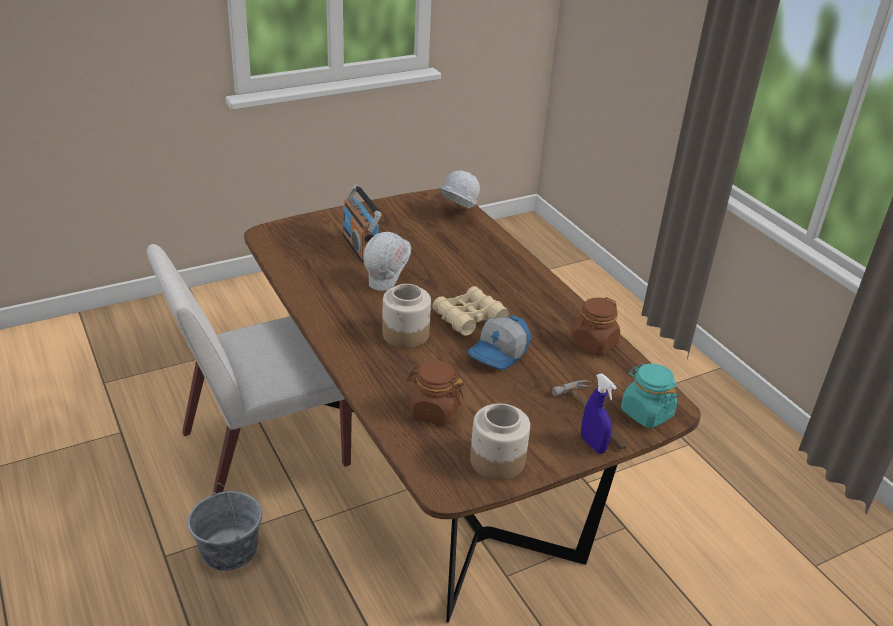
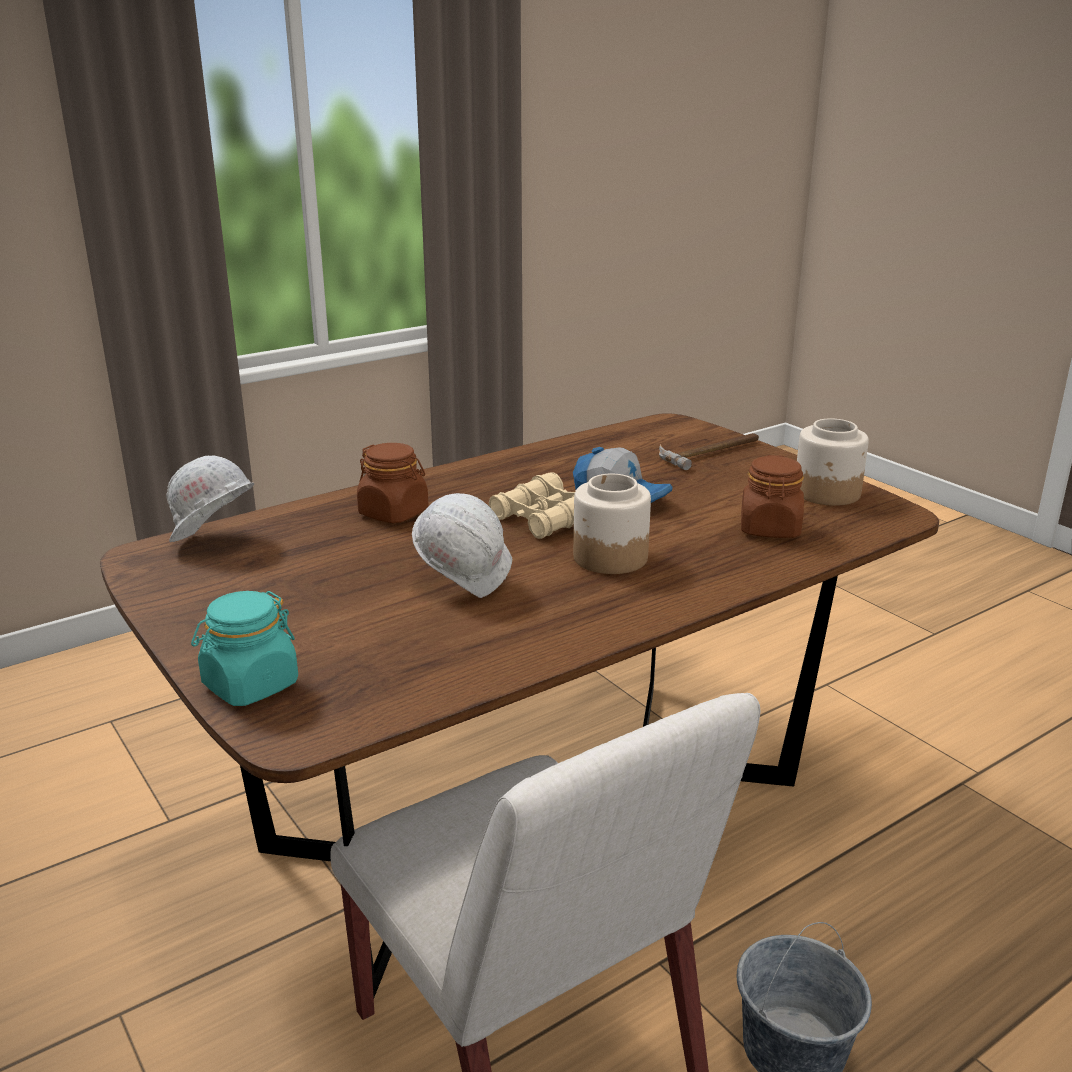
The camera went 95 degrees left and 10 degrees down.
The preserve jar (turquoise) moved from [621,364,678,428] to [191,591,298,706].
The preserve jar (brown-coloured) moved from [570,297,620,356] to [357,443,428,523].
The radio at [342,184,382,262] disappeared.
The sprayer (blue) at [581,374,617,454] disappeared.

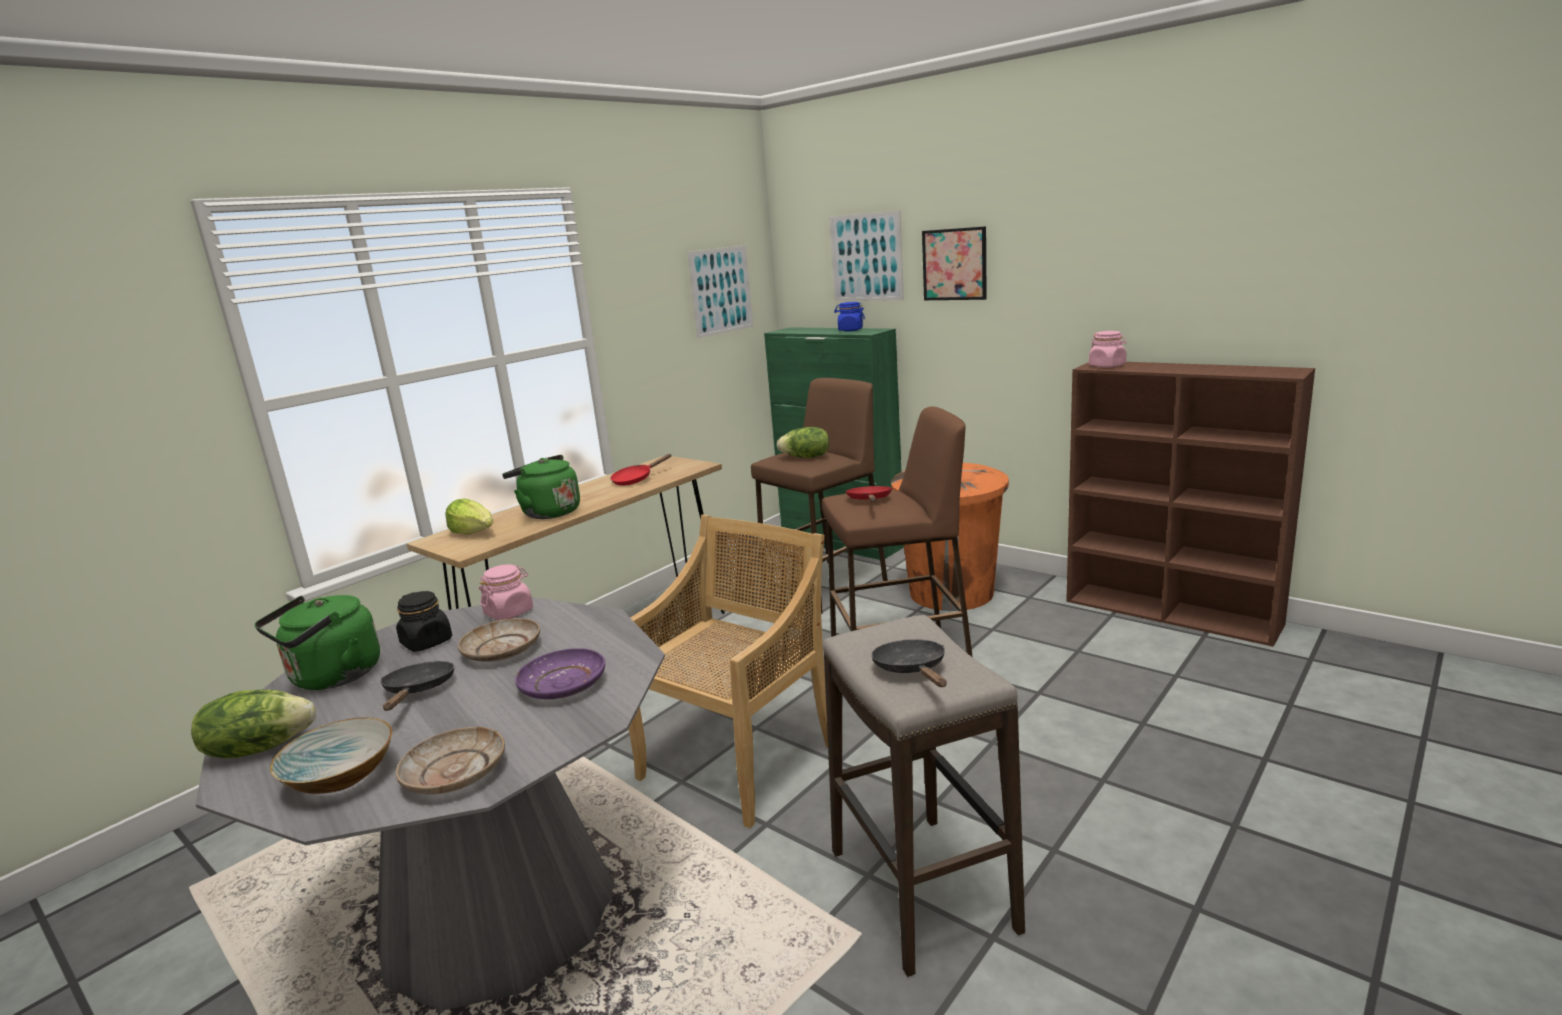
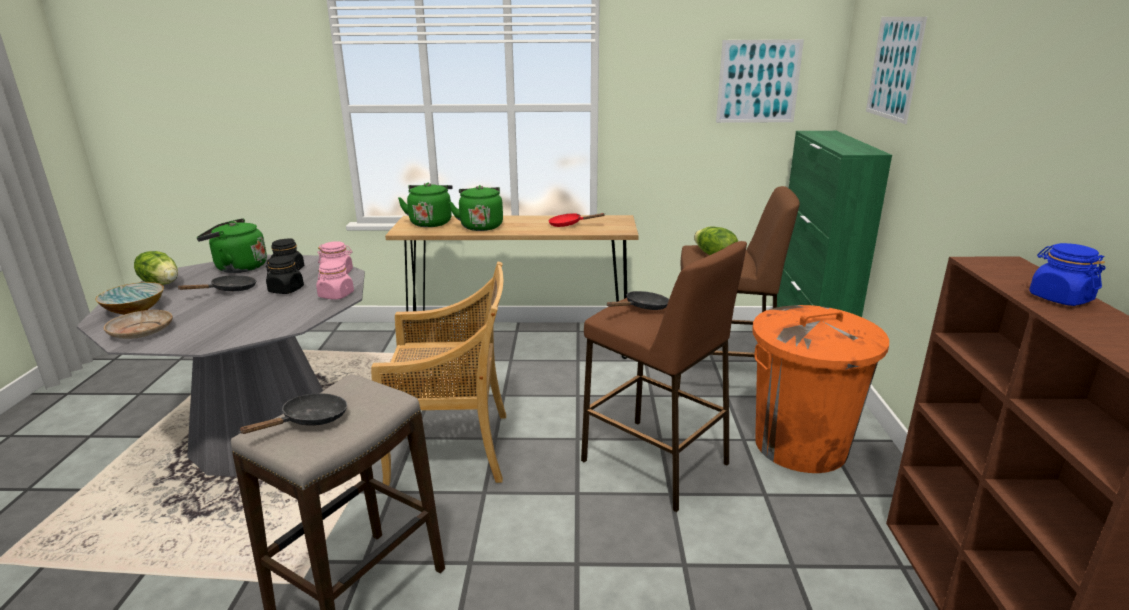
The camera went 50 degrees right and 5 degrees up.
The flat dish (beige-coloured) at [458,618,540,662] was replaced by the preserve jar (black-coloured) at [266,256,304,294].
The preserve jar (pink) moved from [1089,331,1126,368] to [316,260,354,300].
The lettuce head at [445,499,493,534] was replaced by the kettle (green) at [398,183,453,227].
The frying pan (red-coloured) at [845,486,892,502] became the frying pan (black-coloured) at [606,291,669,310].
The preserve jar (blue) moved from [834,302,865,331] to [1029,243,1106,306].
The flat dish (purple) at [515,648,605,699] disappeared.
The picture at [922,226,987,300] disappeared.

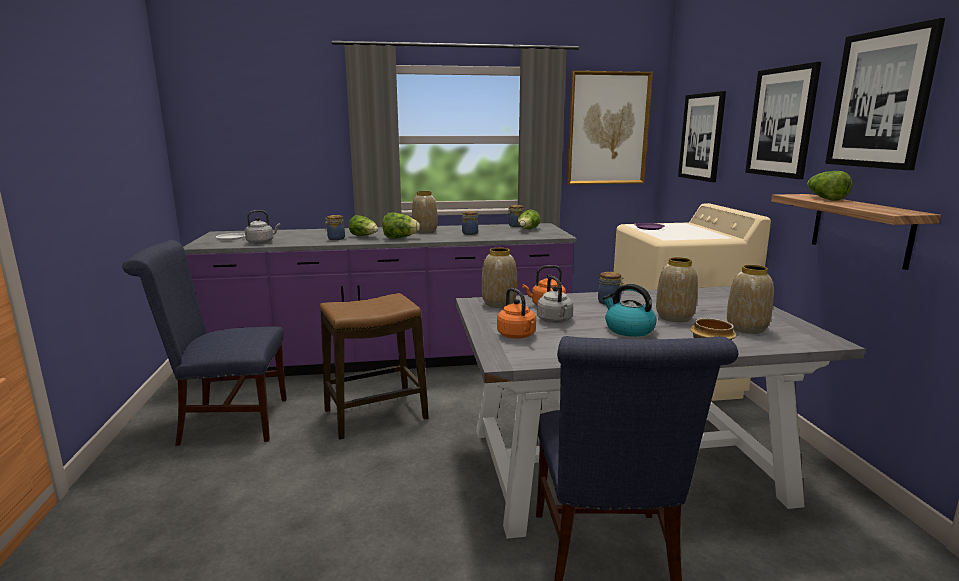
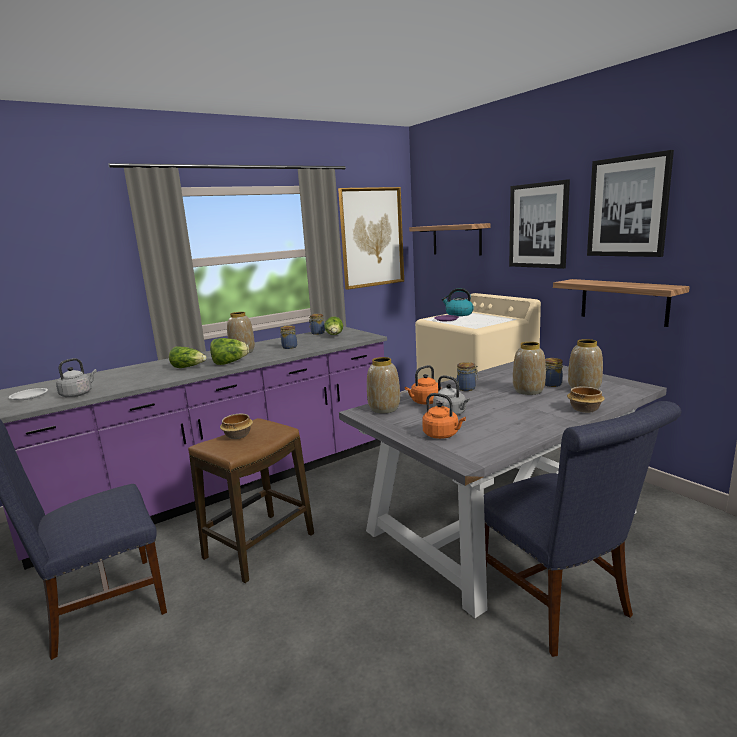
The camera went 25 degrees left and 0 degrees up.
The serving bowl at [220,414,253,439] appeared.
The picture at [678,91,726,182] was replaced by the bracket shelf at [409,223,491,255].
The kettle moved from [603,284,657,337] to [441,288,474,316].
The preserve jar moved from [325,215,345,240] to [545,358,563,387].
The lettuce head at [807,171,852,201] disappeared.

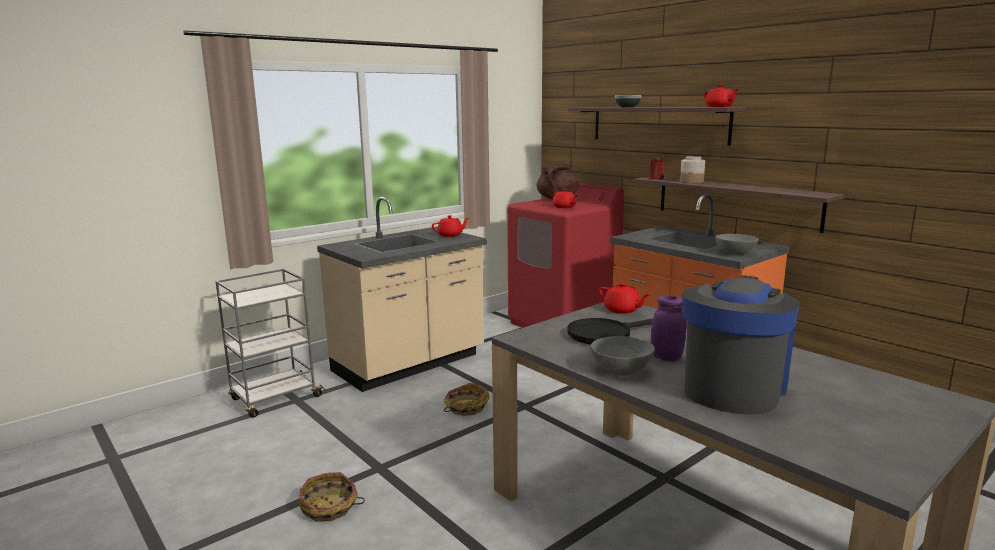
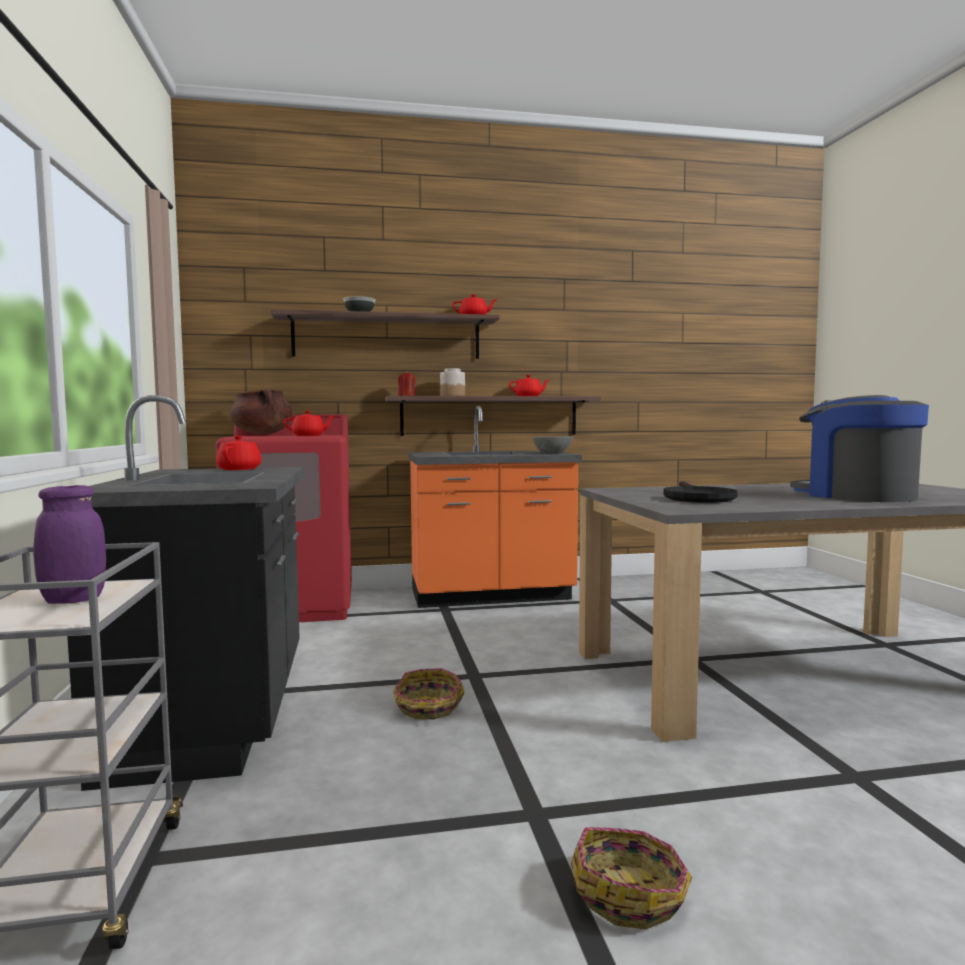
The camera went 60 degrees left and 10 degrees down.
The preserve jar (purple) moved from [651,295,687,361] to [33,485,106,604].
The kitchen base unit (beige-coloured) at [317,197,487,392] became the kitchen base unit (black-coloured) at [67,395,304,791].
The tea pot (red-coloured) moved from [599,283,650,314] to [509,375,549,396].
The serving bowl (grey) at [591,336,655,376] disappeared.

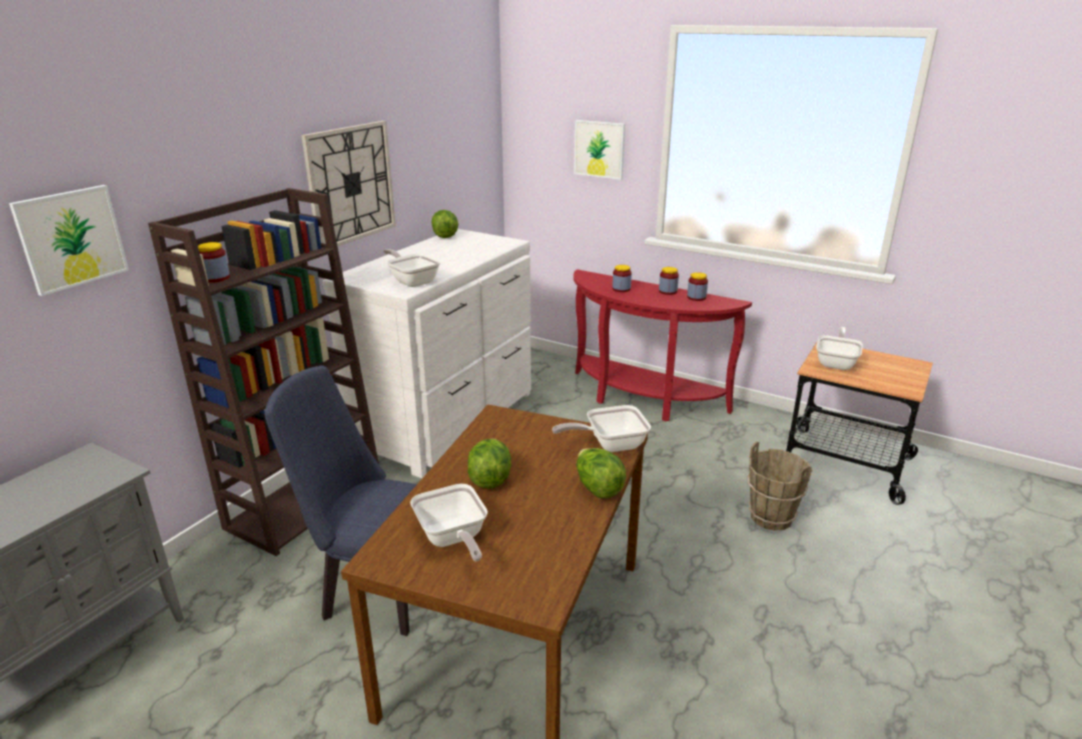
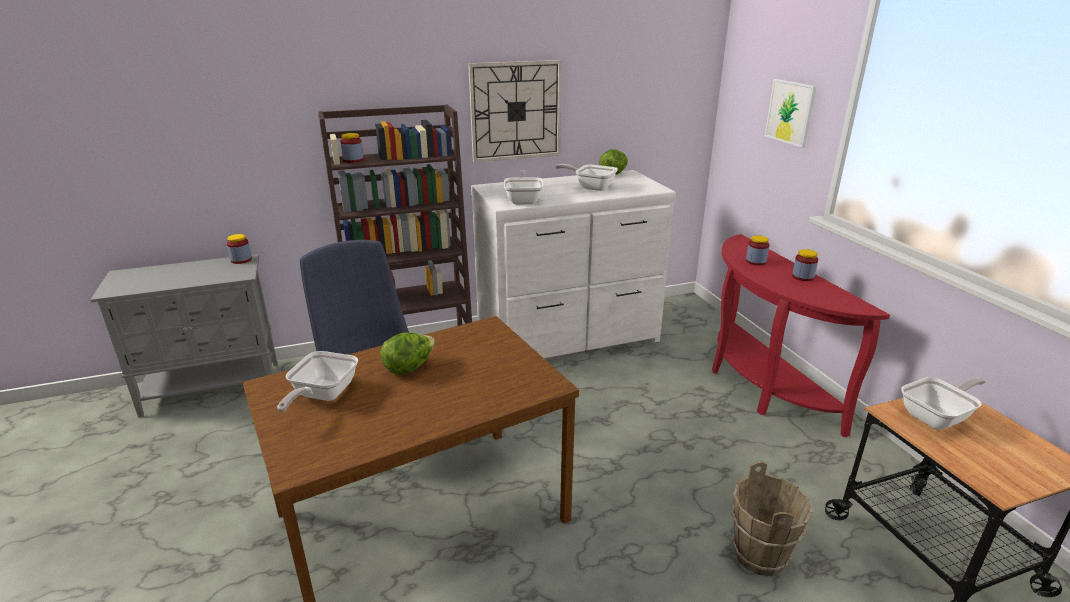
The camera went 40 degrees right and 0 degrees up.
The preserve jar moved from [687,272,708,301] to [227,234,252,264].
The frying pan moved from [552,405,651,452] to [555,164,618,191].
The picture at [9,185,129,296] disappeared.
The lettuce head at [576,448,626,498] disappeared.

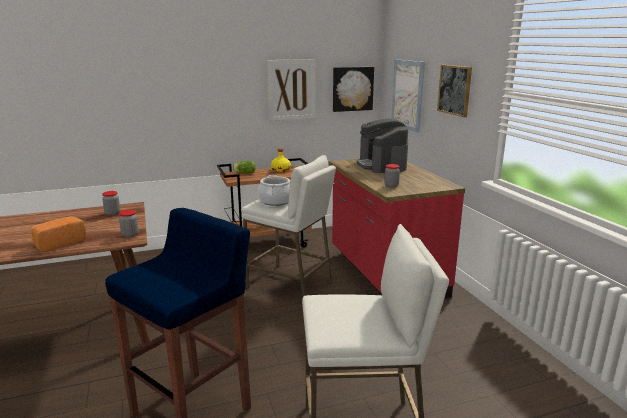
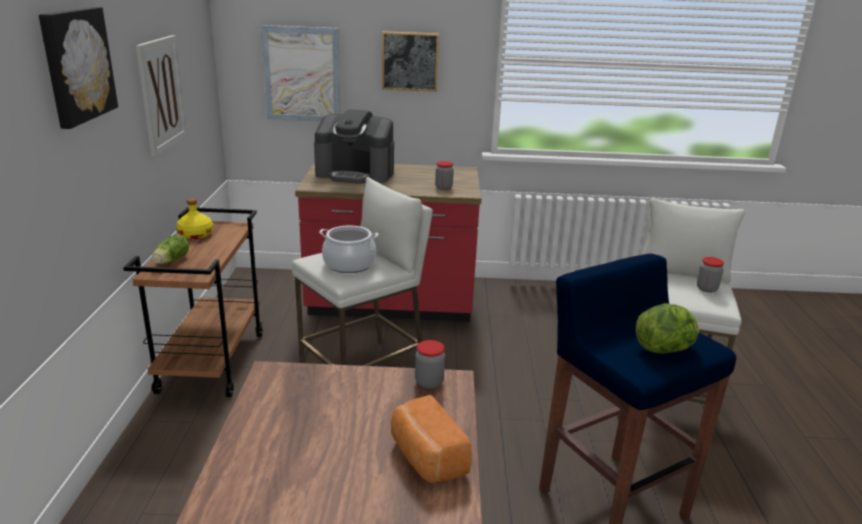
The camera went 70 degrees left and 5 degrees up.
The picture moved from [333,67,374,112] to [39,7,118,129].
The lettuce head at [636,303,699,354] appeared.
The preserve jar moved from [102,191,120,215] to [697,257,724,292].

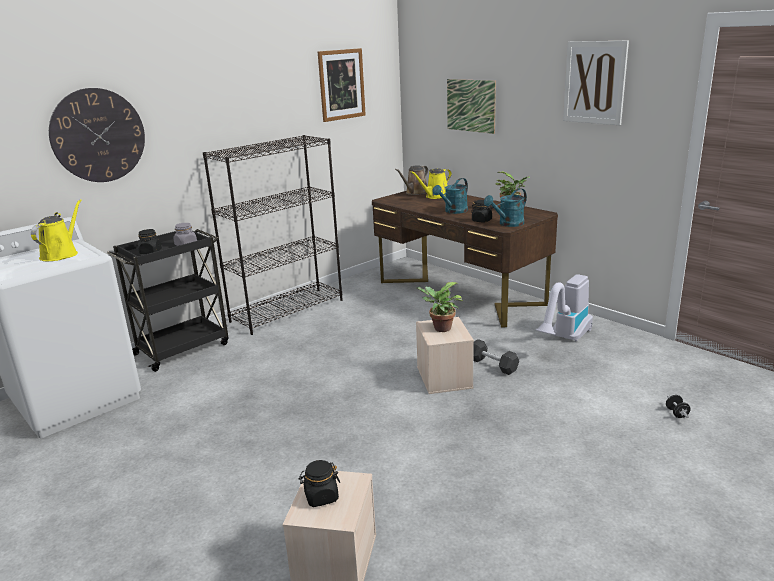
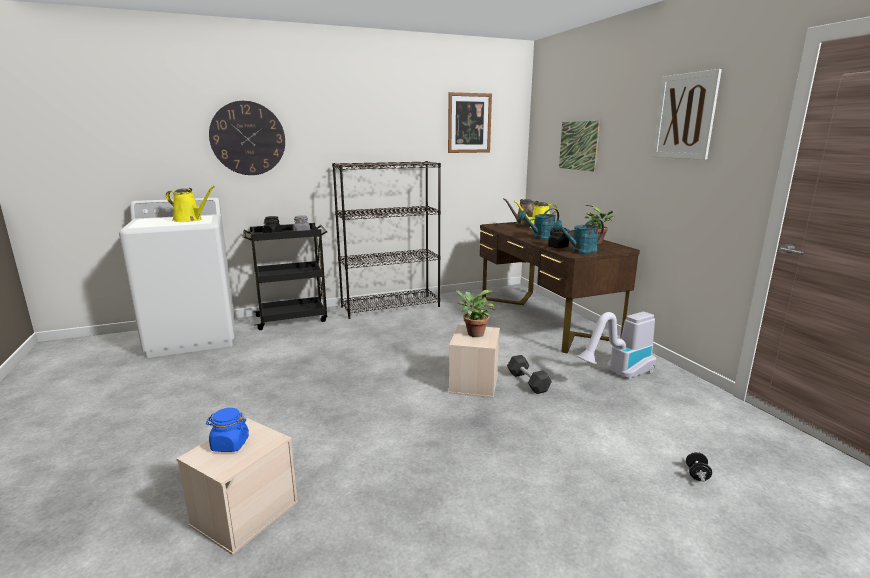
The camera went 20 degrees right and 5 degrees down.
The sprinkling can (yellow-coloured) at [31,199,82,261] turned 75 degrees clockwise.
The preserve jar (black-coloured) at [299,460,340,507] became the preserve jar (blue) at [206,408,249,452].

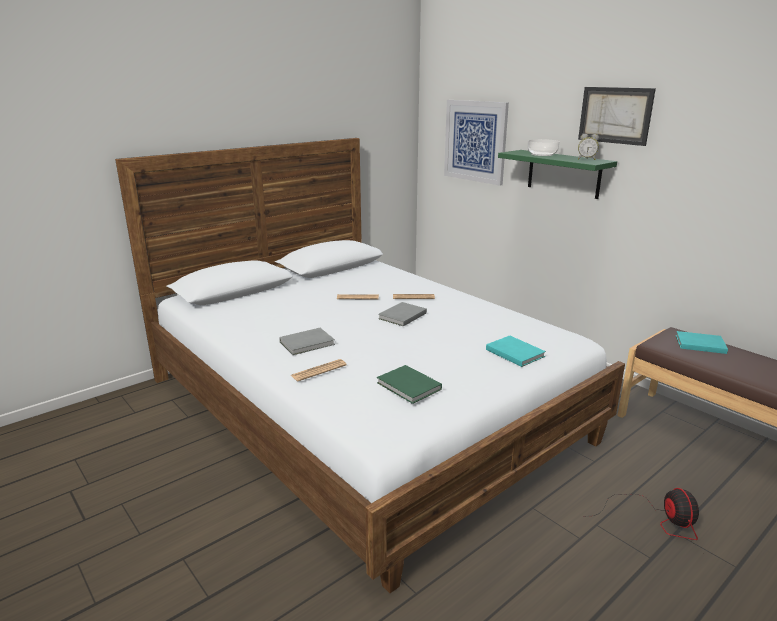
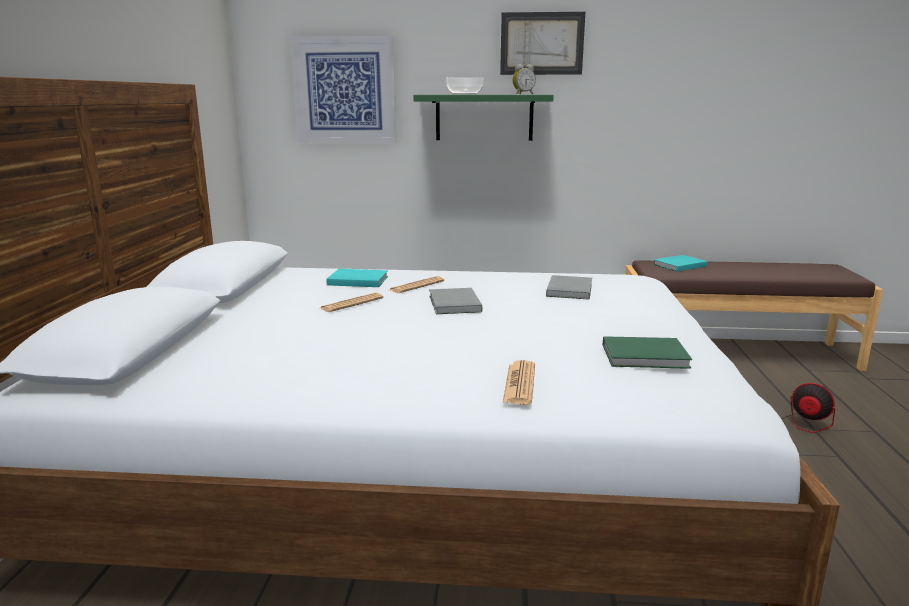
The camera went 45 degrees left and 5 degrees down.
The volume (turquoise) moved from [486,336,546,367] to [326,269,388,287].
The volume (grey) moved from [279,328,335,355] to [546,275,592,300].

